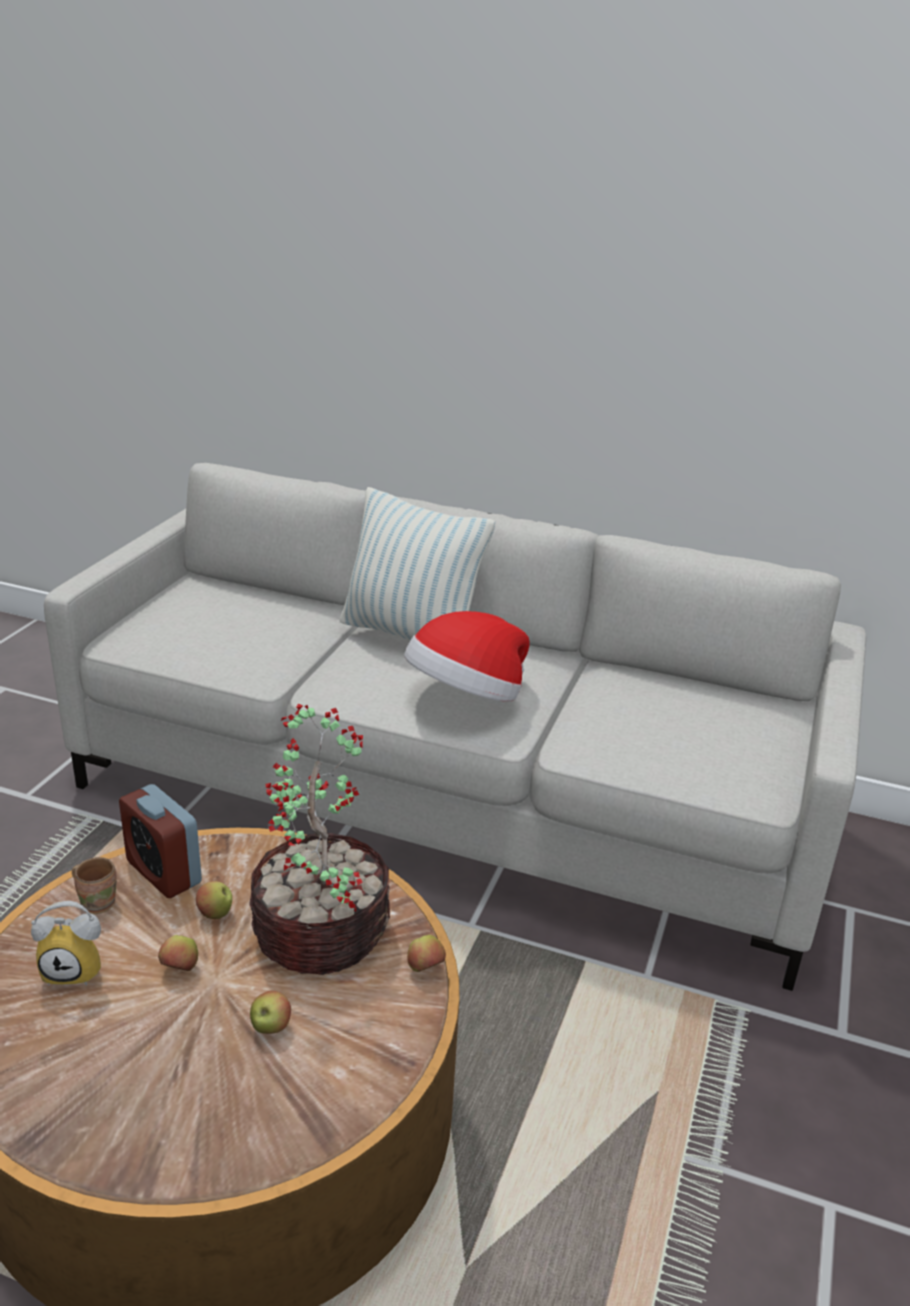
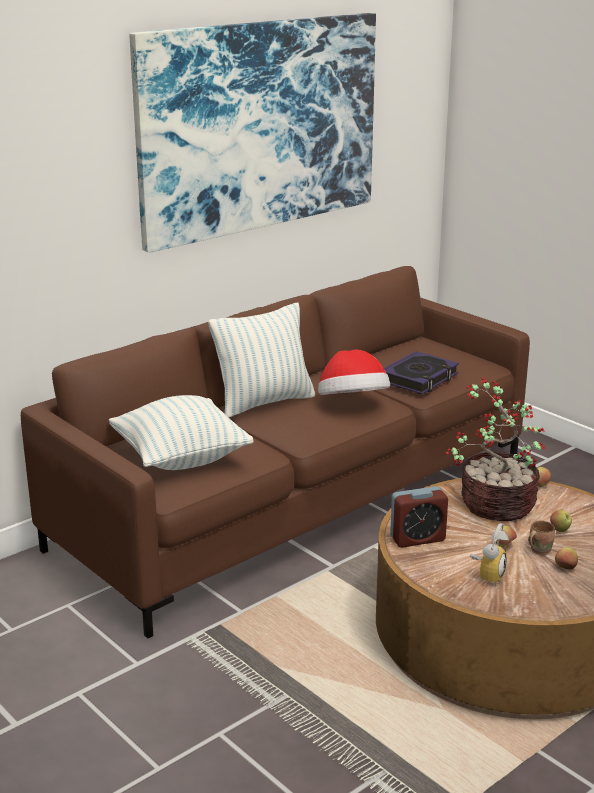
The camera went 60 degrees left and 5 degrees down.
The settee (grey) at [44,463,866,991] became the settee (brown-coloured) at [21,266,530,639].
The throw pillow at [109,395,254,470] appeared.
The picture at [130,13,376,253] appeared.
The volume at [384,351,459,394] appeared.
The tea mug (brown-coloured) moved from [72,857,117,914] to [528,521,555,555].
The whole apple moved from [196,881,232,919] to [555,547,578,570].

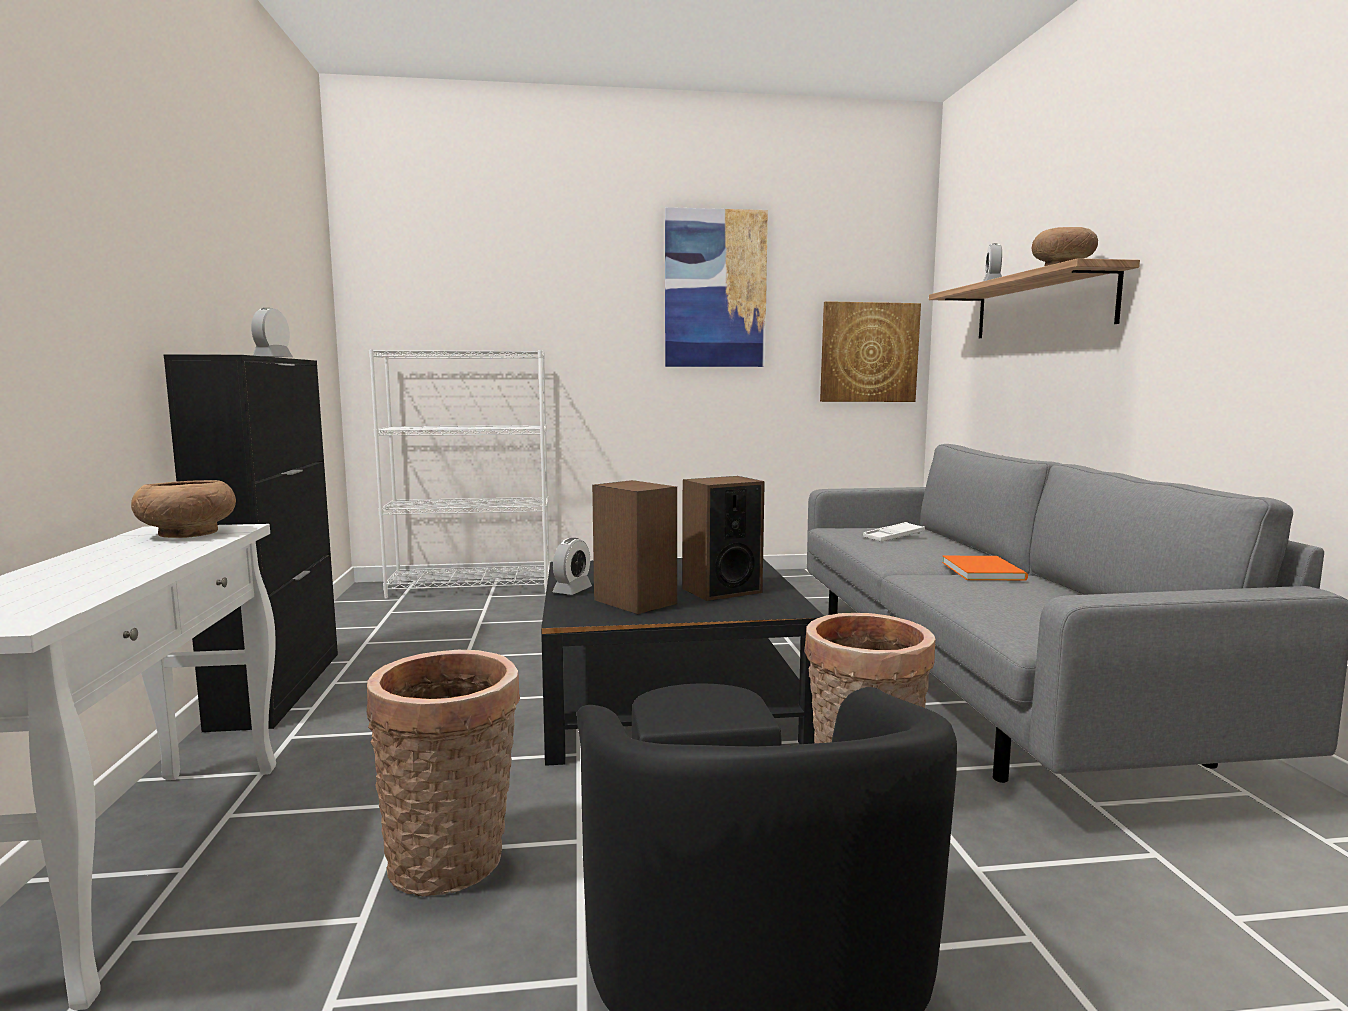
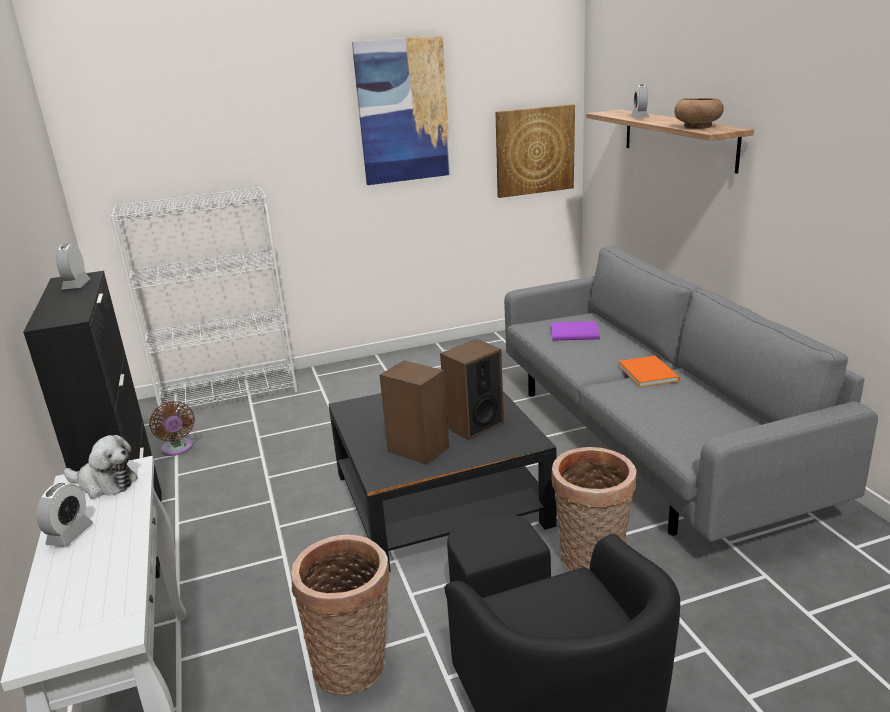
The camera went 10 degrees left and 15 degrees up.
The alarm clock moved from [552,538,592,595] to [36,483,93,547].
The serving bowl (brown-coloured) at [131,480,236,538] was replaced by the plush toy at [63,435,138,499].
The fan (brown-coloured) at [149,401,195,456] appeared.
The tray (white-coloured) at [863,522,925,542] was replaced by the volume (purple) at [551,321,600,341].

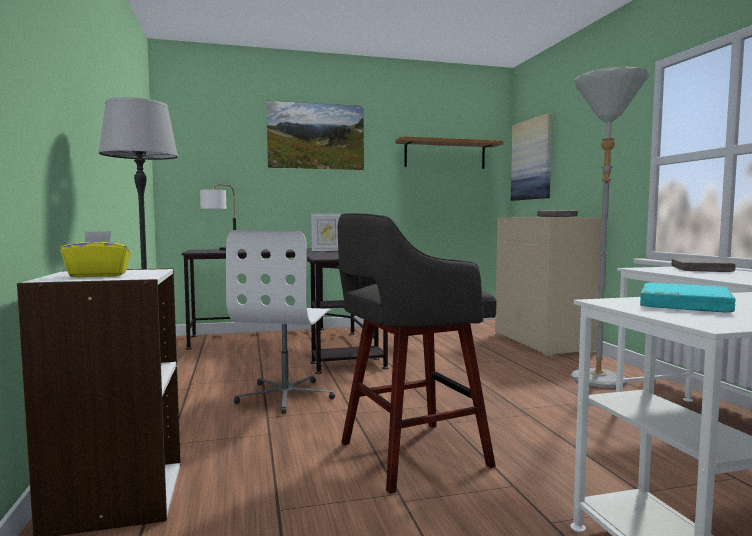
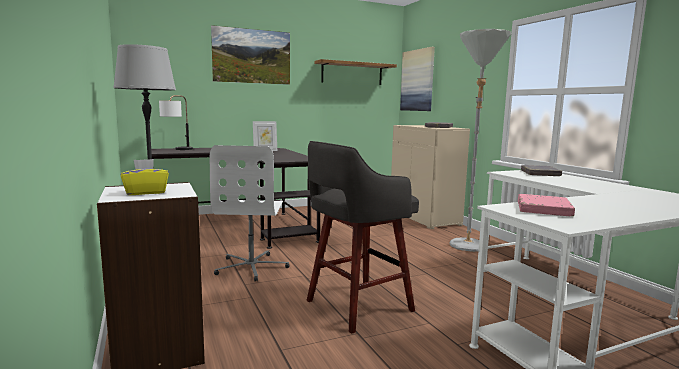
The camera went 10 degrees left and 5 degrees up.
The volume (turquoise) at [640,283,735,313] became the volume (pink) at [518,194,575,216].

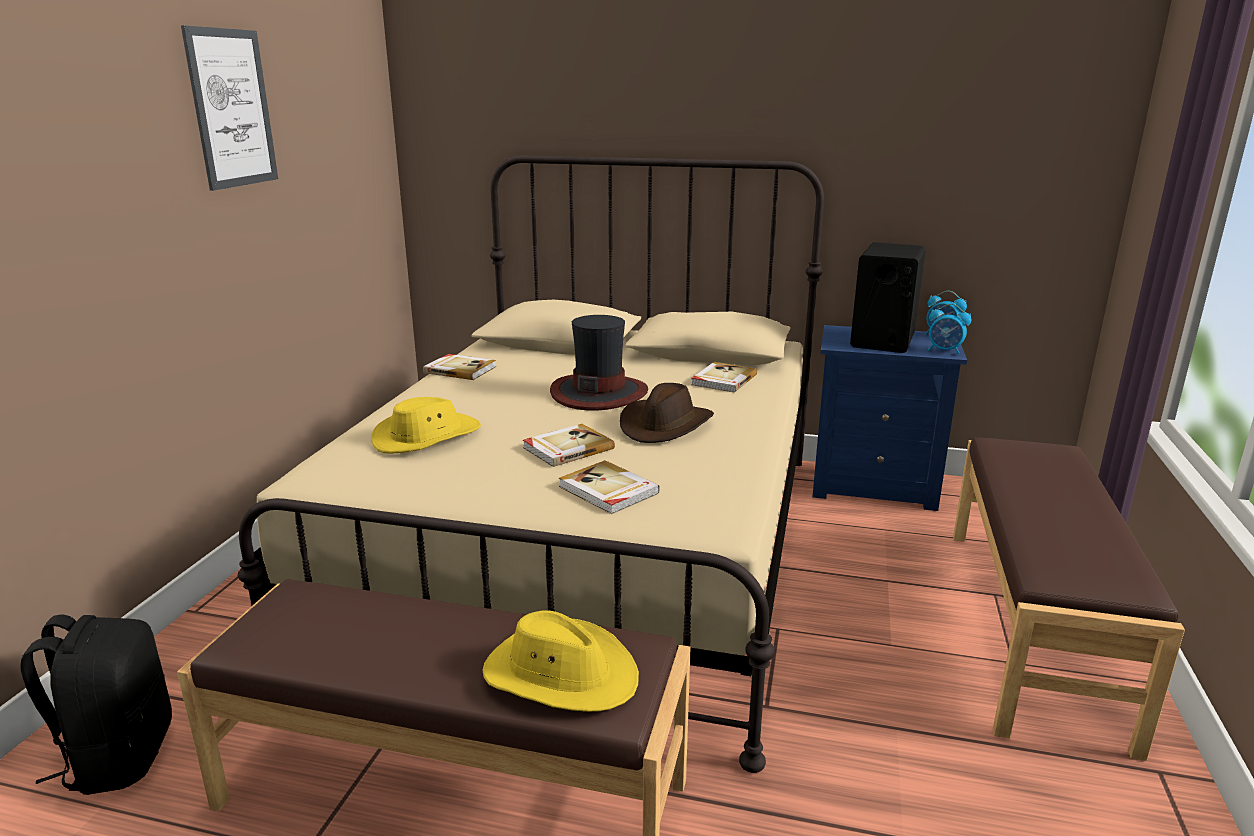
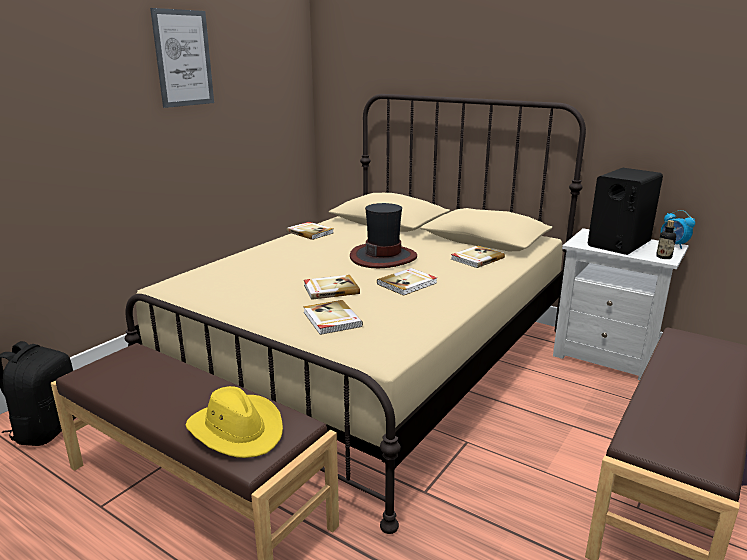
The camera went 20 degrees right and 0 degrees up.
The hat (brown-coloured) at [620,383,714,443] was replaced by the volume at [377,268,437,296].
The nightstand (blue) at [813,325,967,511] became the nightstand (white-coloured) at [553,228,689,380].
The alarm clock at [928,304,971,355] was replaced by the bottle at [656,220,676,259].
The hat (yellow-coloured) at [371,397,481,454] disappeared.

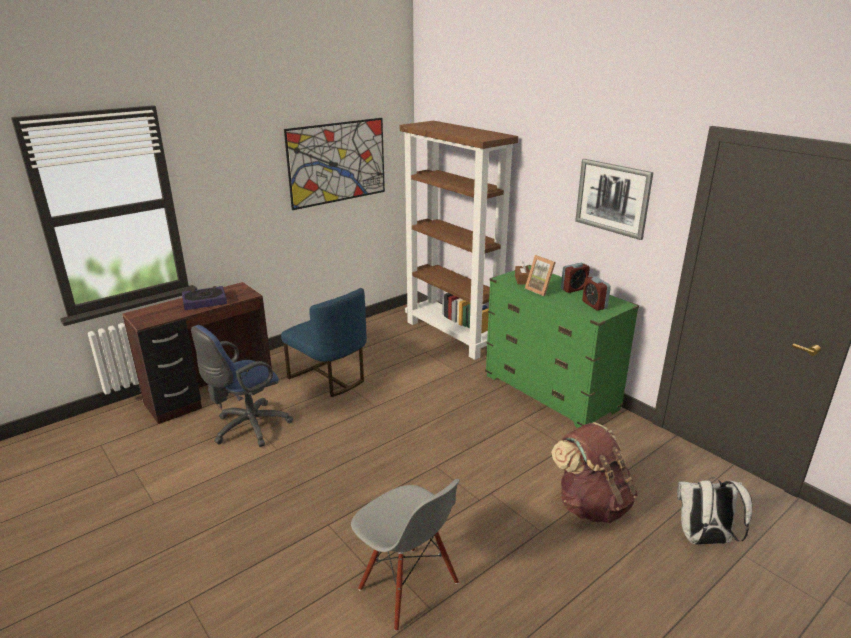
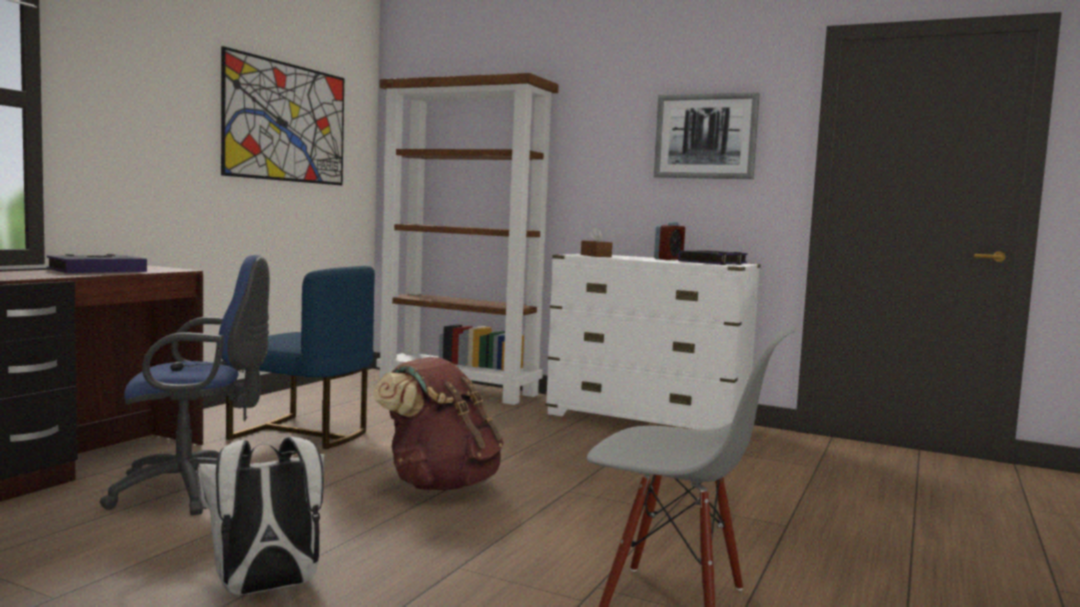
The camera went 25 degrees left and 20 degrees down.
The office chair (blue) at [191,325,293,447] turned 120 degrees counterclockwise.
The backpack (white-coloured) moved from [677,477,753,545] to [197,437,325,595].
The backpack (brown-coloured) moved from [551,422,638,523] to [373,357,504,490].
The dresser (green) at [485,265,639,428] became the dresser (white-coloured) at [545,254,761,430].
The alarm clock at [582,276,611,311] was replaced by the volume at [678,251,748,265].
The photo frame at [525,255,556,296] disappeared.

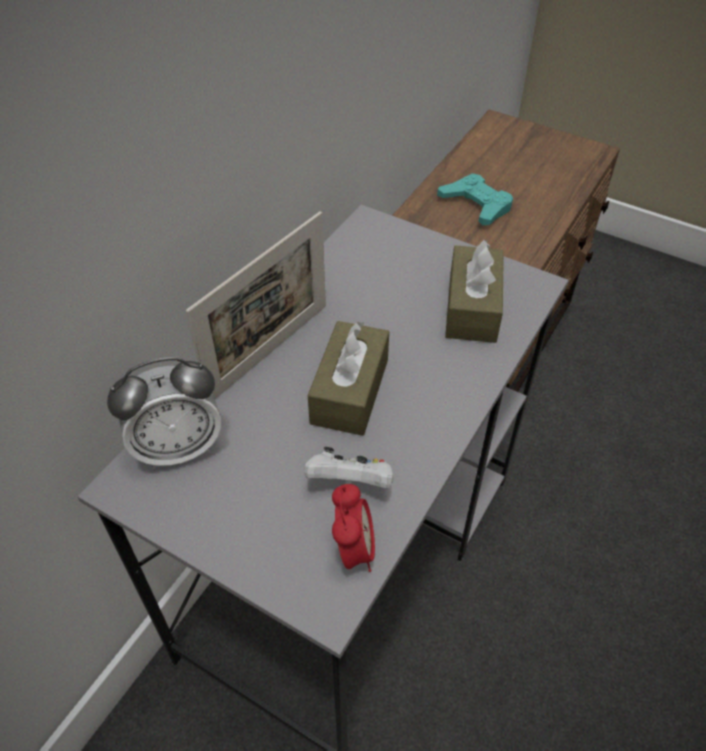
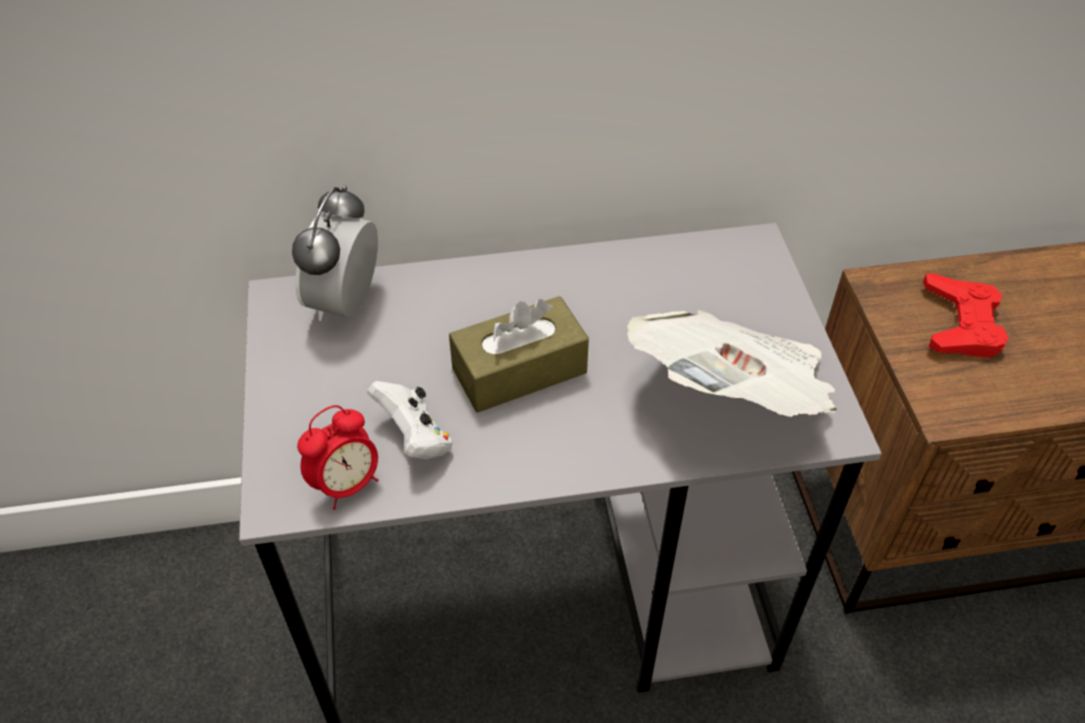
The camera went 50 degrees right and 0 degrees up.
The alarm clock at [107,357,221,468] turned 75 degrees clockwise.
The tissue box (brown-coloured) at [445,240,504,343] was replaced by the daily paper at [627,310,837,417].
The joypad (turquoise) at [437,173,513,225] became the joypad (red-coloured) at [923,273,1008,358].
The photo frame at [186,212,326,399] disappeared.

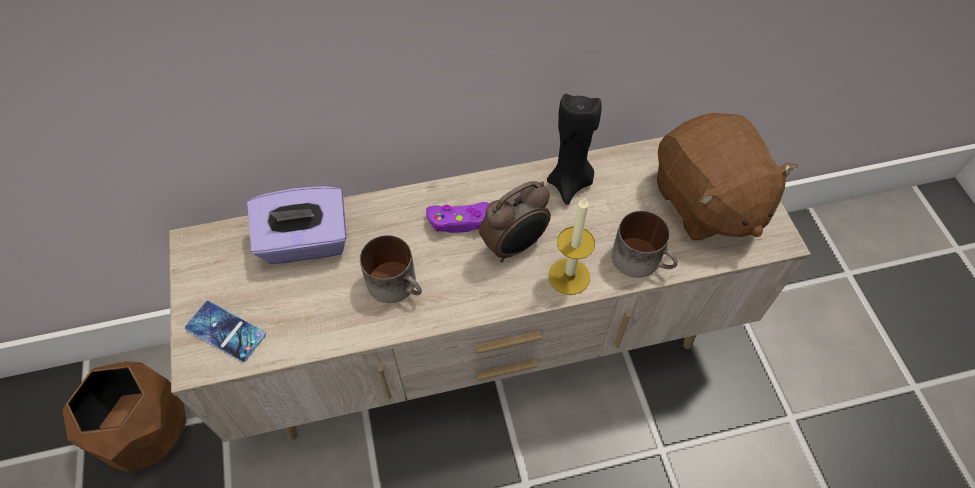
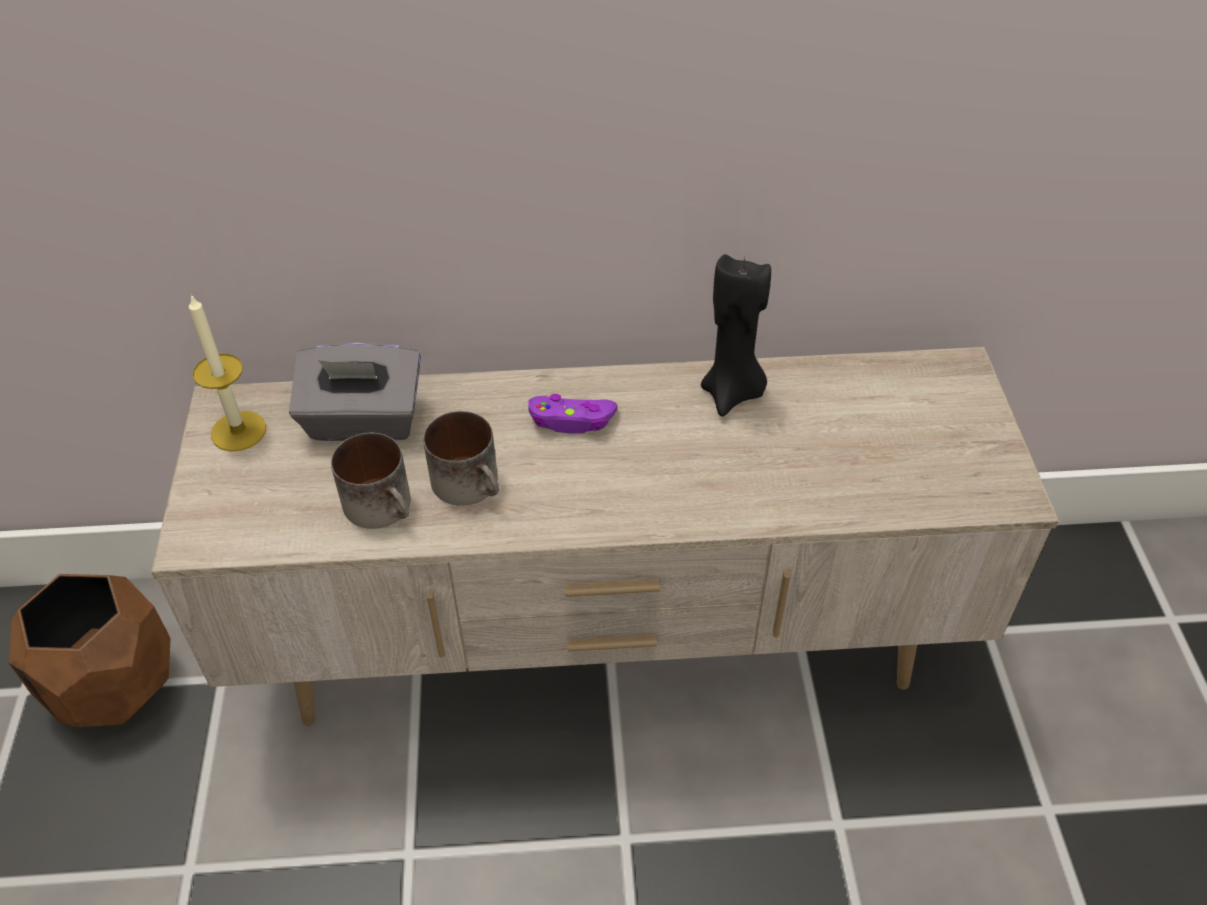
The camera went 10 degrees right and 10 degrees down.
The wax candle moved from [549,198,595,295] to [189,294,266,452].
The tissue box (purple) at [247,186,347,264] became the tissue box (grey) at [289,343,421,441].
The tea mug moved from [612,211,678,278] to [331,433,411,529].
The phone at [185,301,266,362] disappeared.
The alarm clock at [479,181,551,262] disappeared.
The plush toy (brown-coloured) at [657,113,798,240] disappeared.

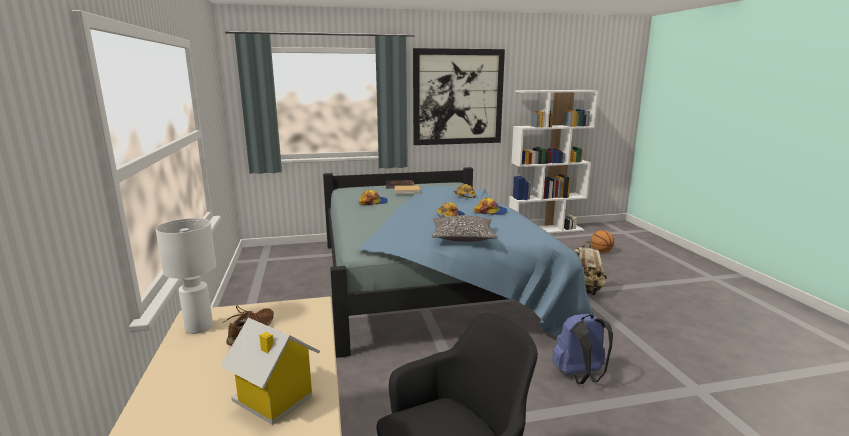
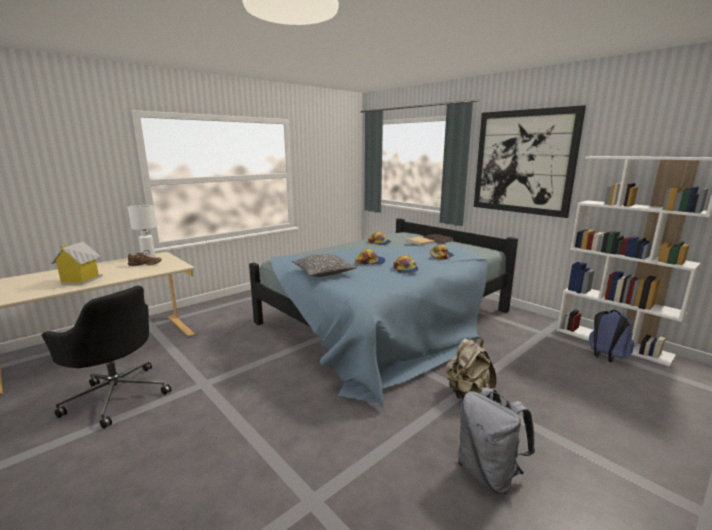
The camera went 60 degrees right and 0 degrees up.
The backpack (grey) at [458,387,535,494] appeared.
The backpack (blue) moved from [552,314,613,384] to [588,310,634,362].
The basketball at [590,230,614,253] disappeared.

